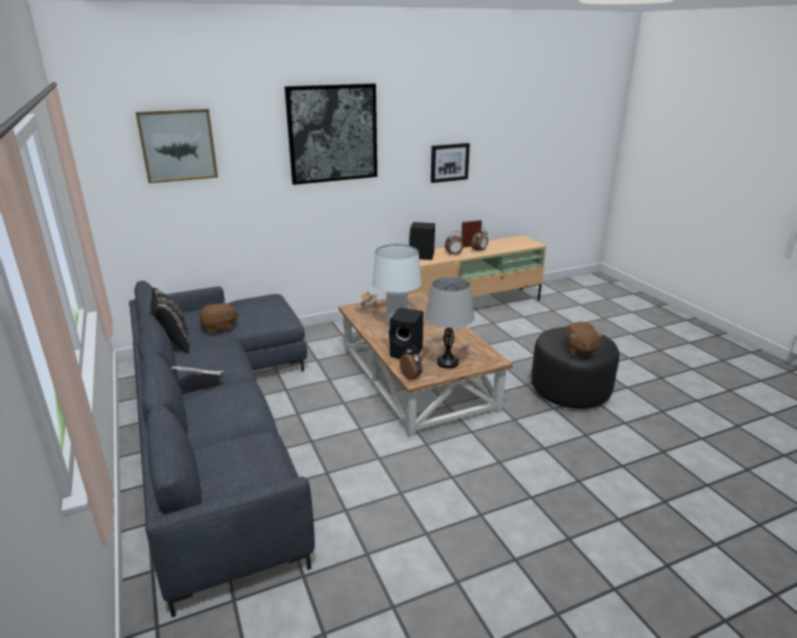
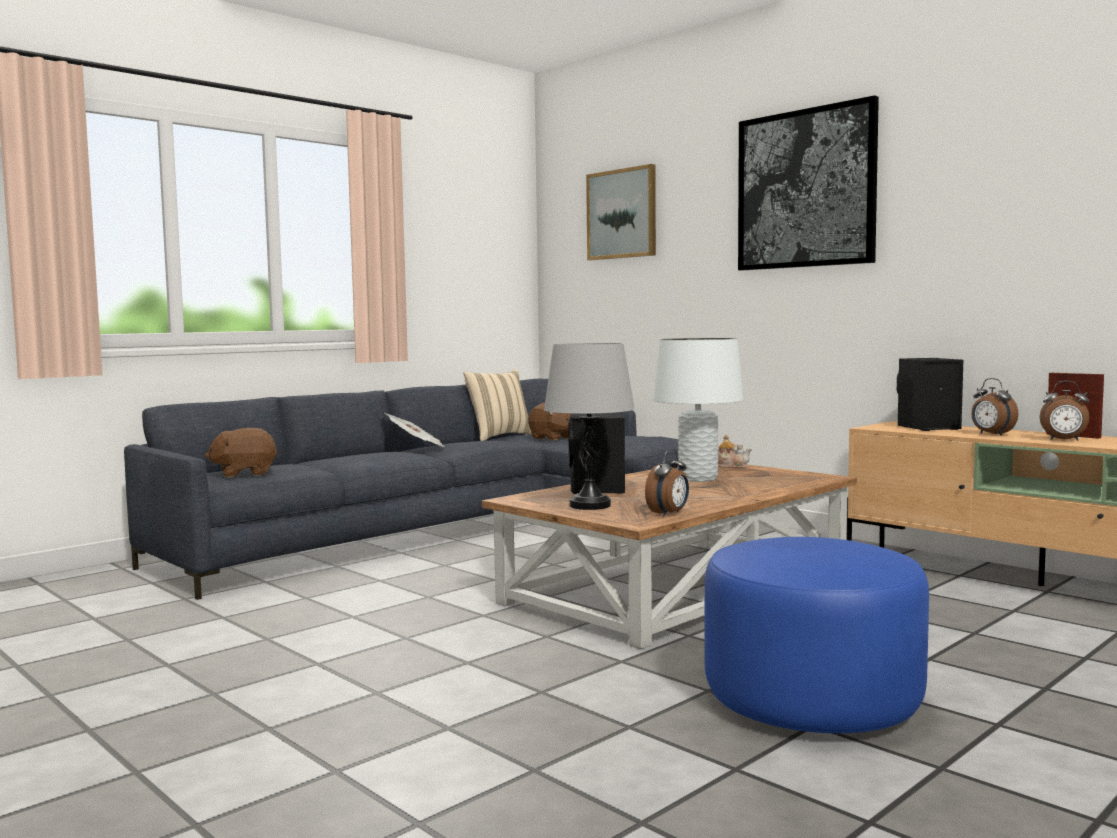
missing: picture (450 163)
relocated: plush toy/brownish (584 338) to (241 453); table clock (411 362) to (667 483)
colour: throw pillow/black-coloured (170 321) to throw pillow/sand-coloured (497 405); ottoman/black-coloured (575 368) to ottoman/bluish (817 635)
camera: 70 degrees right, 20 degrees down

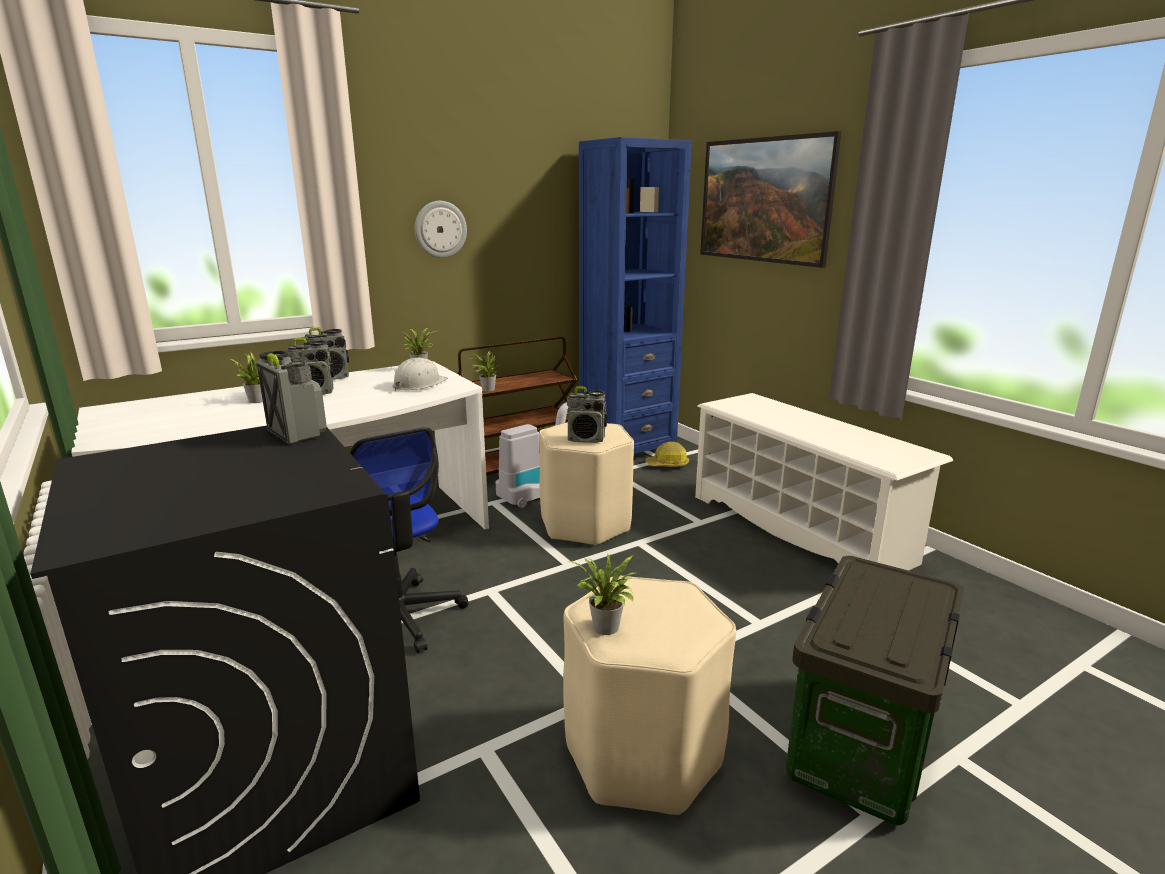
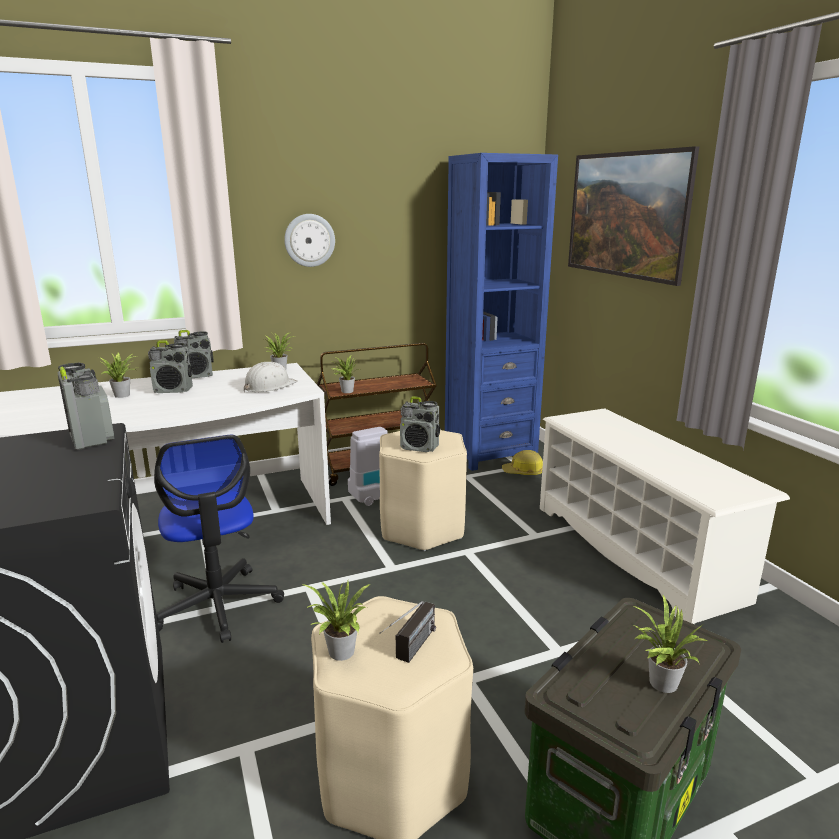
appeared: radio set (407 632); houseplant (670 644)
camera: 10 degrees right, 0 degrees up

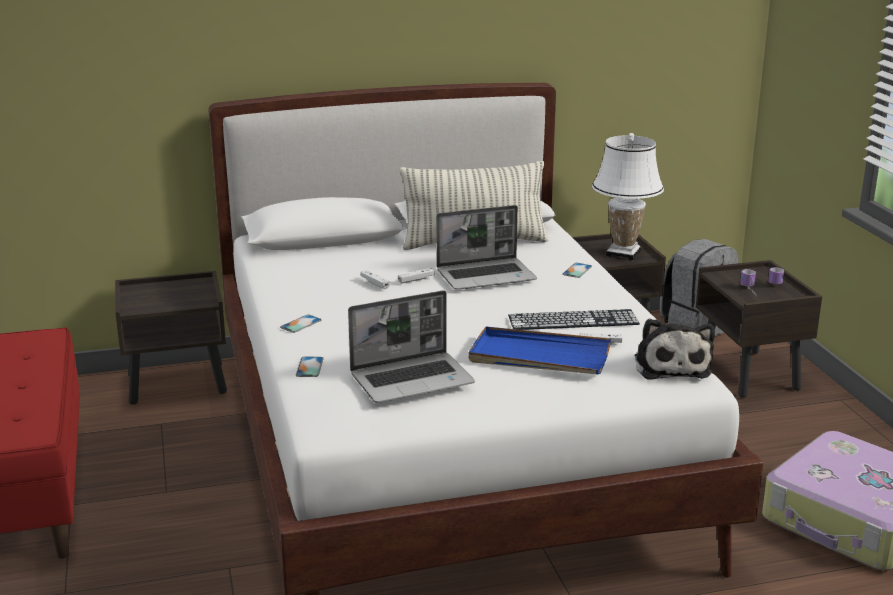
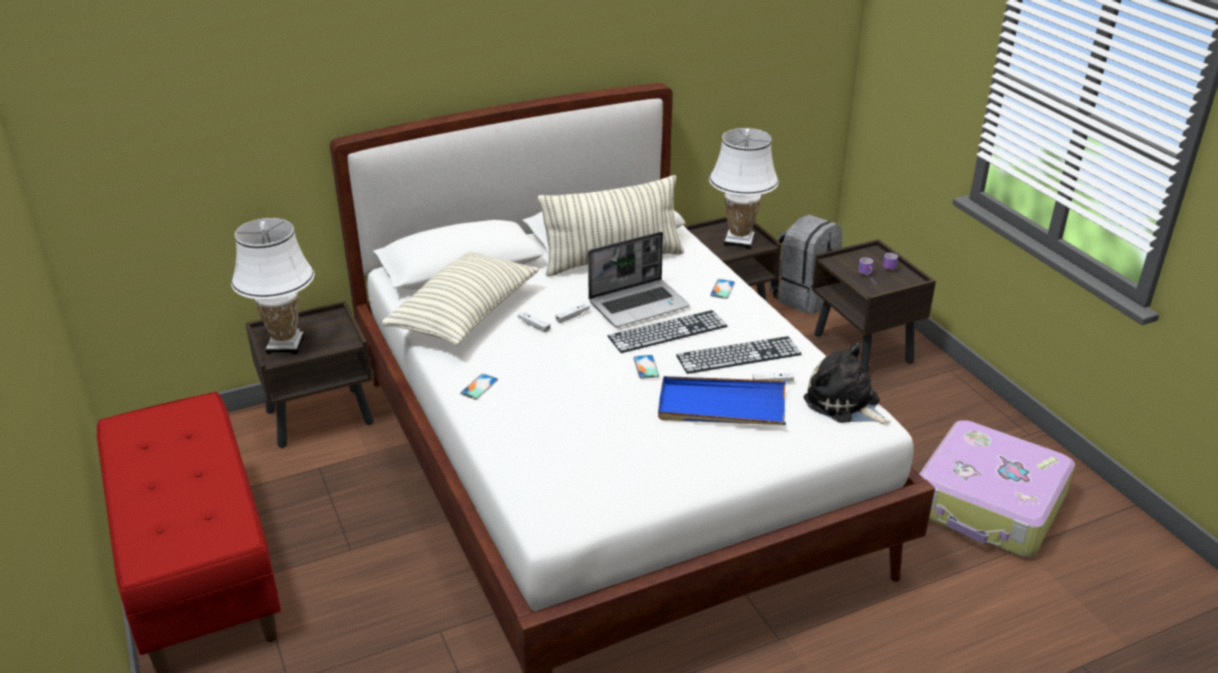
missing: laptop (411 346)
appeared: table lamp/white (273 286); throw pillow (460 298); keyboard (668 331)
relocated: telephone (310 366) to (646 367)
spun: plush toy (675 349) = (847 383) 150 degrees clockwise
camera: 10 degrees left, 10 degrees up

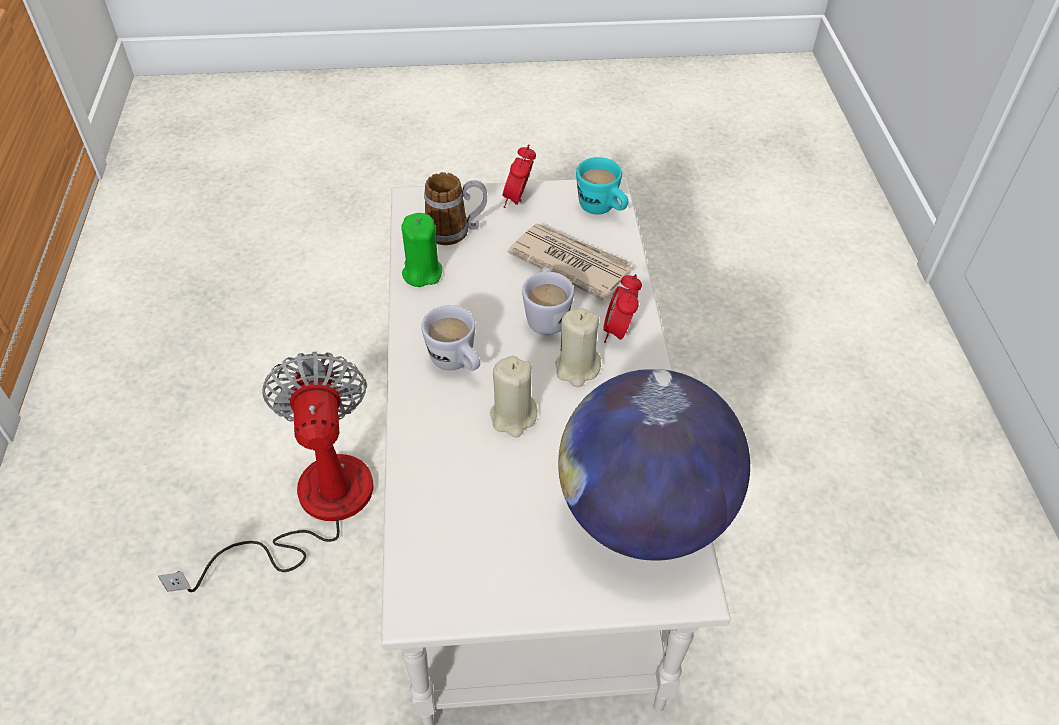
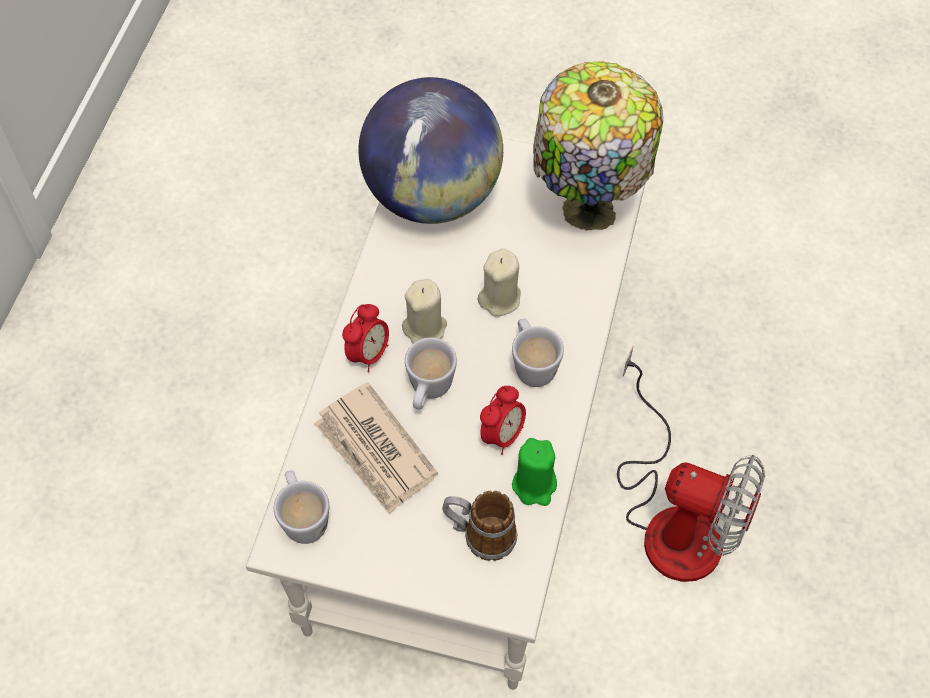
appeared: table lamp (598 146)
relocated: table clock (519 176) to (503 420)
colour: mug/turquoise-coloured (602 185) to mug/white (301 507)
spun: electric fan (265 472) = (691 464) 75 degrees counterclockwise
camera: 160 degrees left, 10 degrees up

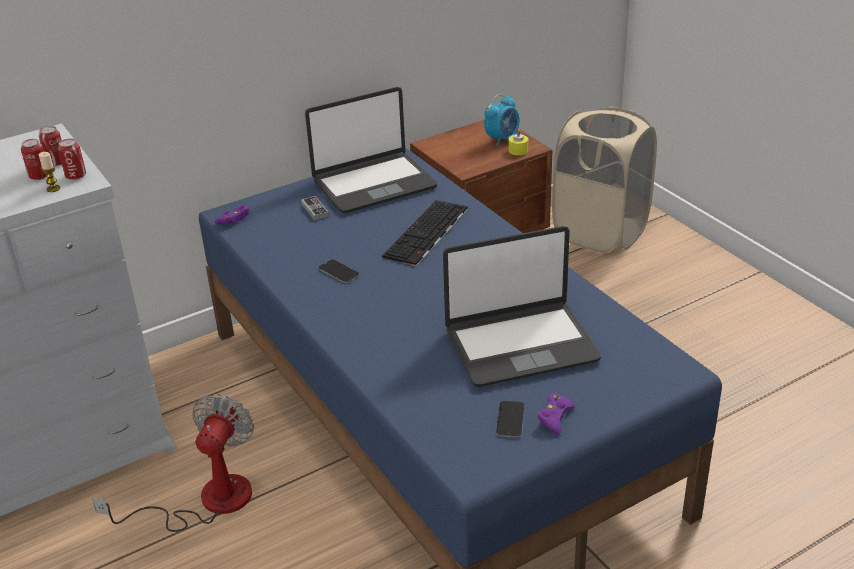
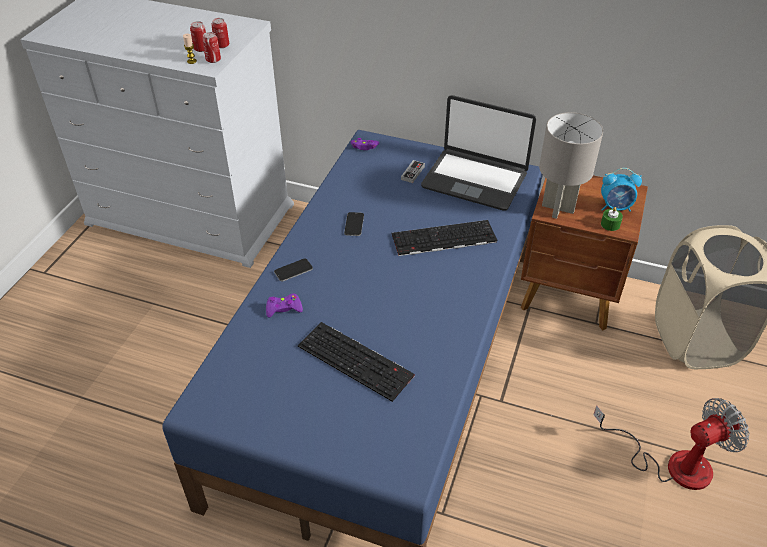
appeared: table lamp/gray (571 165)
relocated: gamepad/purple-coloured (556 413) to (284 305); telephone (510 419) to (293 270); electric fan (173 463) to (671 444)
exchanged: laptop (522 306) to keyboard (356 362)
colour: candle/yellowish (518 142) to candle/greenish (612 219)
camera: 50 degrees right, 10 degrees up

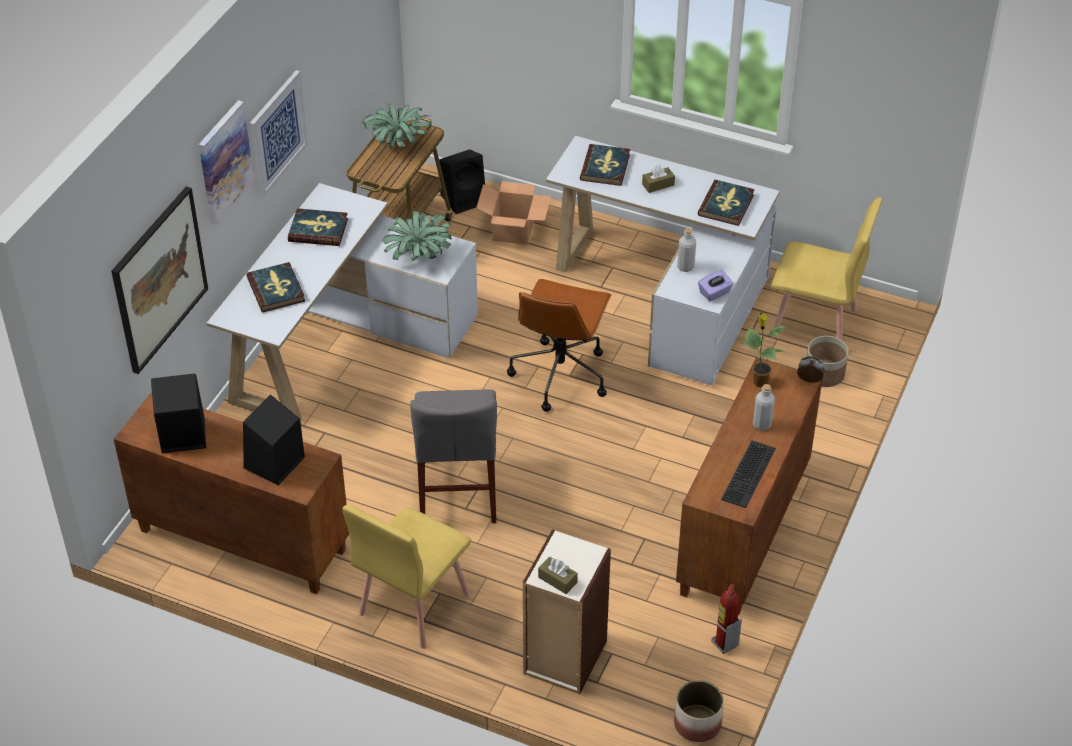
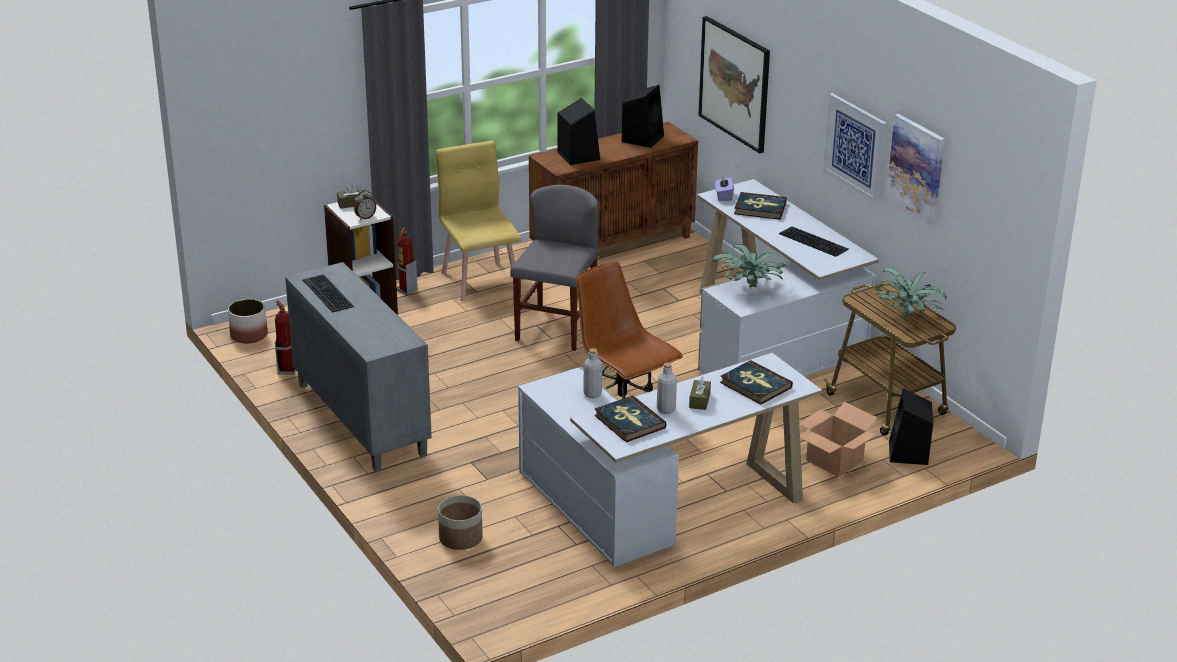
missing: houseplant (765 350); chair/yellowish (826 268)
appeared: fire-fighting cylinder (407 261)
relocated: table clock (811 369) to (365 205); drink bottle/gray (764 407) to (667 388); tissue box/purple-coloured (715 285) to (724 188); picture (226 162) to (915 169)
exchanged: bound book (318 227) to keyboard (814 241)
colour: storage cabinet/brownish (749 486) to storage cabinet/gray (358 367)
spun: chair/gray (453 456) = (554 268) 75 degrees clockwise
camera: 125 degrees right, 15 degrees down

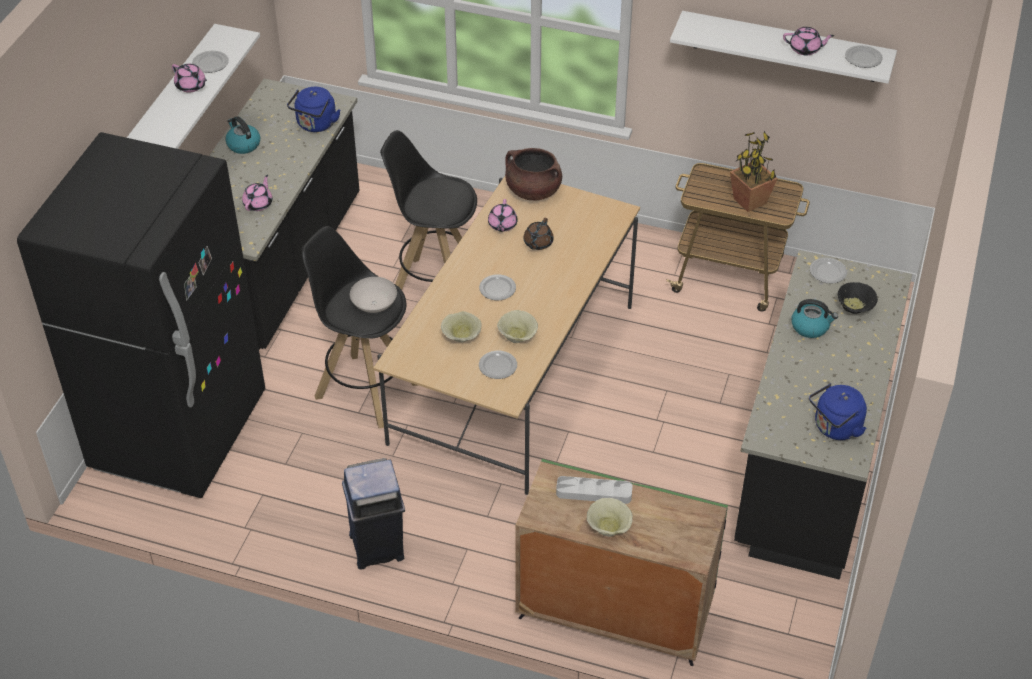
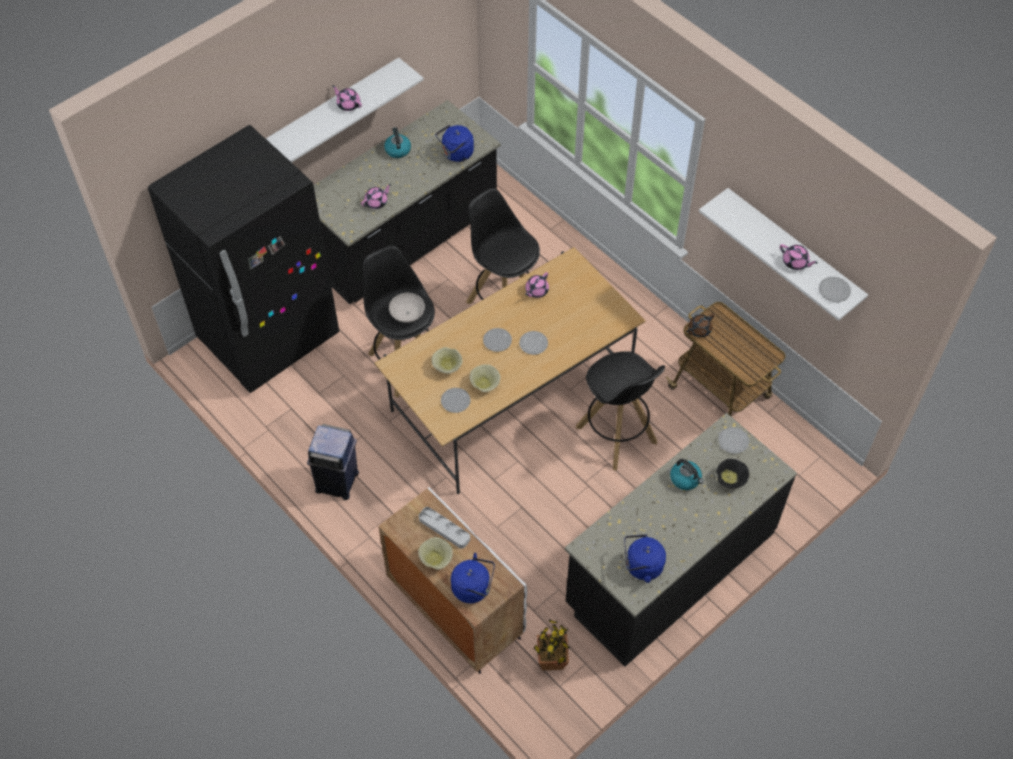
missing: stockpot/brownish (533 174)
appeared: kettle/bluish (473 578); sitting stool/black-coloured (620 411)
relocated: plate (210 62) to (533 343); houseplant (754 171) to (552 644); pot for tea/brownish (538 234) to (700 325)
colour: storage cabinet/greenish (621 562) to storage cabinet/white (452 580)
spun: pot for tea/pinkish (189 78) = (347 98) 150 degrees clockwise
camera: 30 degrees right, 10 degrees up

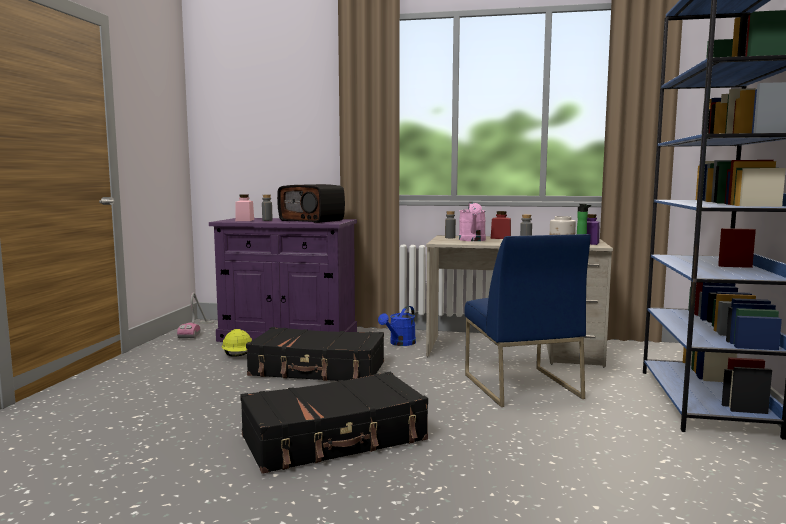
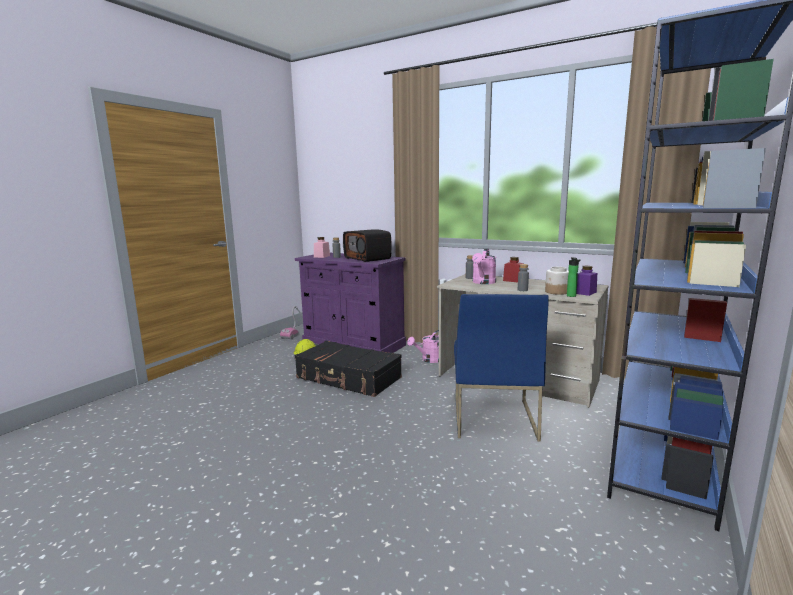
missing: suitcase/black-coloured (334 423)
colour: sprinkling can/bluish (397 326) to sprinkling can/pinkish (423 346)
camera: 20 degrees right, 5 degrees up

